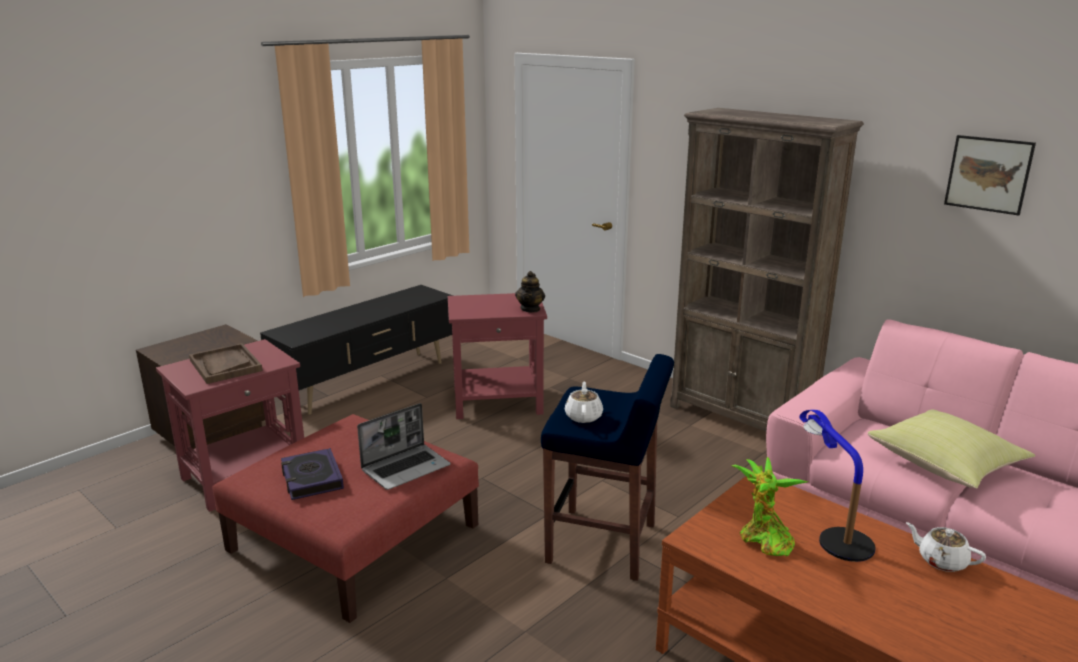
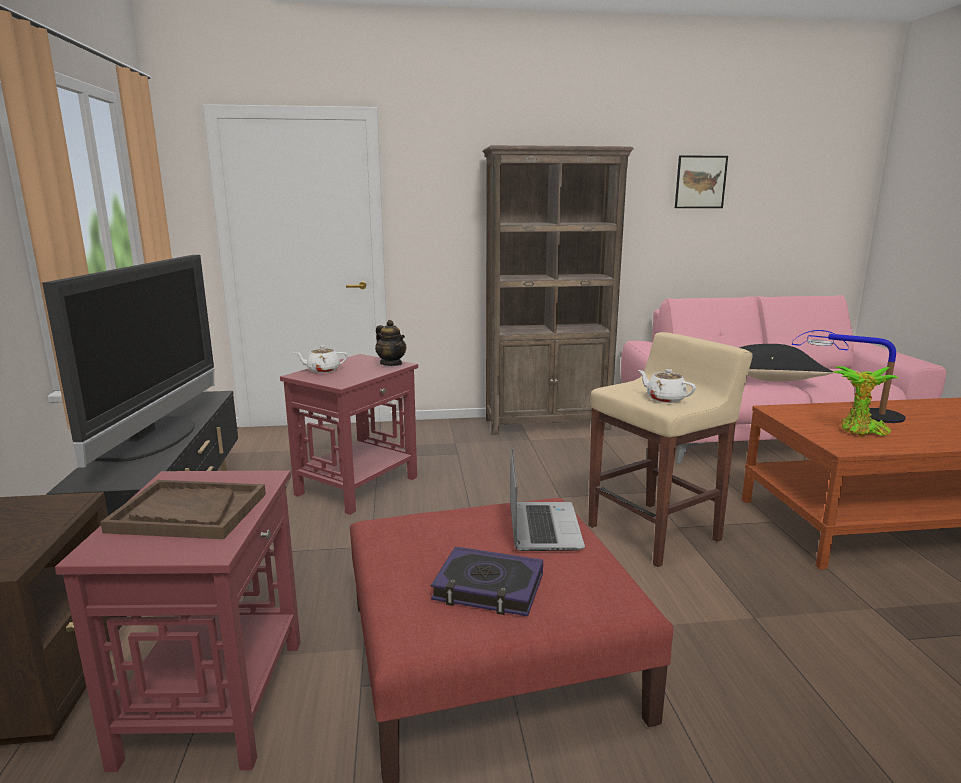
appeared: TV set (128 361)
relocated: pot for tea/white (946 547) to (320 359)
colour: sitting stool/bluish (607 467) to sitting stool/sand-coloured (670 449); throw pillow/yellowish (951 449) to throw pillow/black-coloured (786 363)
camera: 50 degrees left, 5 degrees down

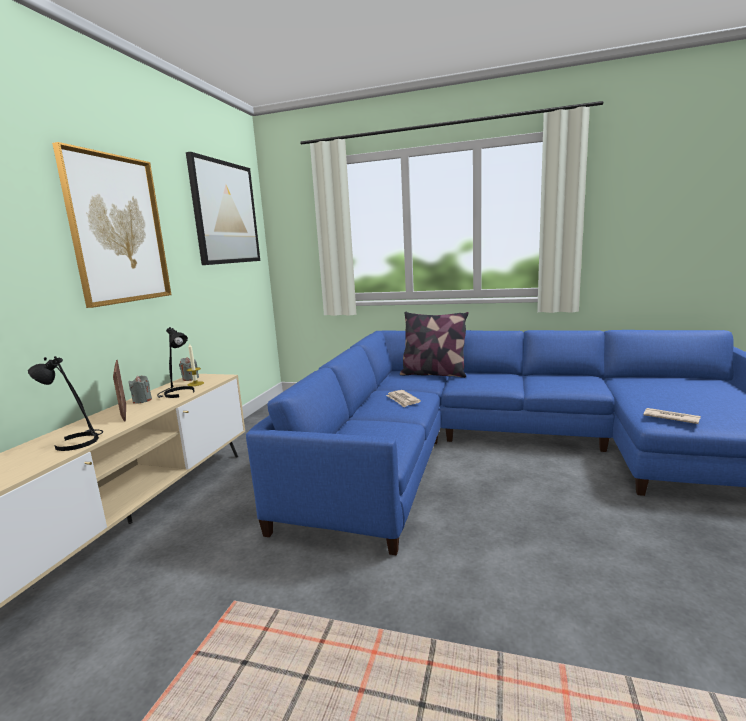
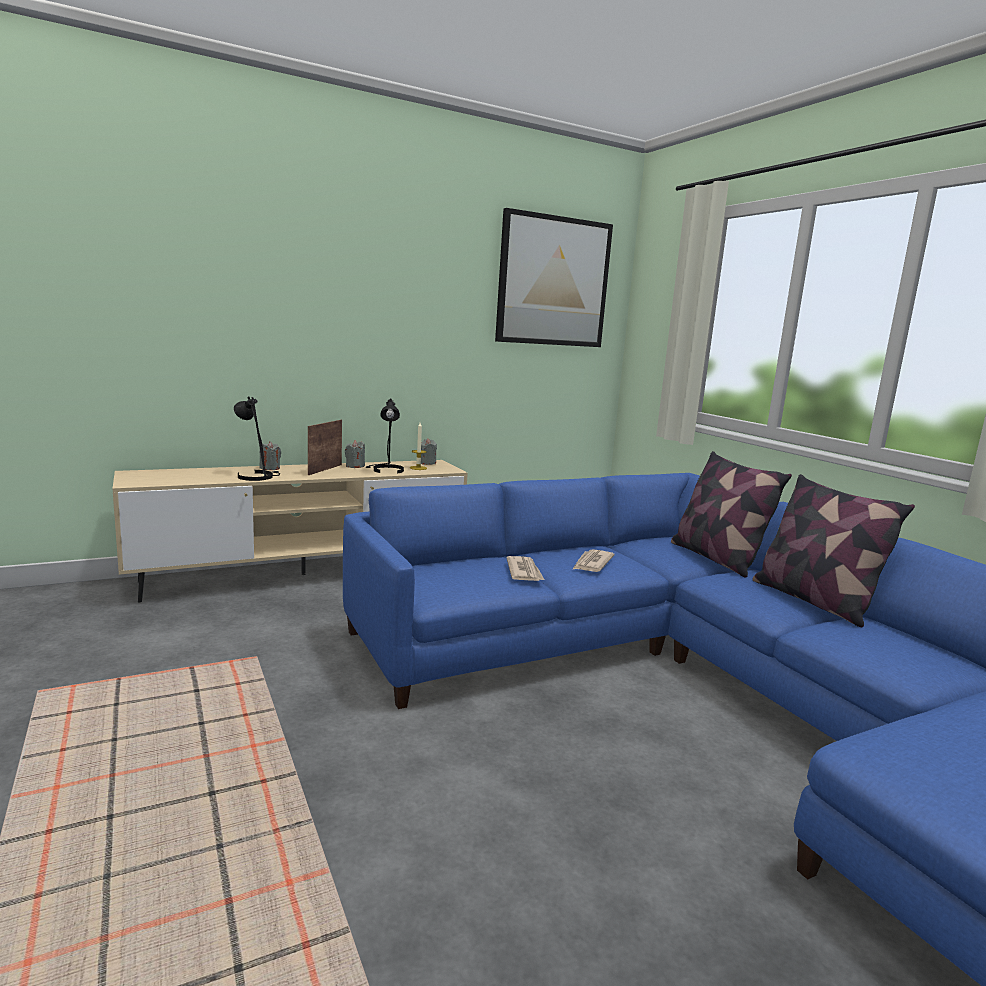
missing: picture (111 225)
appeared: candle/gray (270 455); throw pillow (833 550)
relocated: newspaper (672 416) to (525 568)
camera: 45 degrees right, 0 degrees up

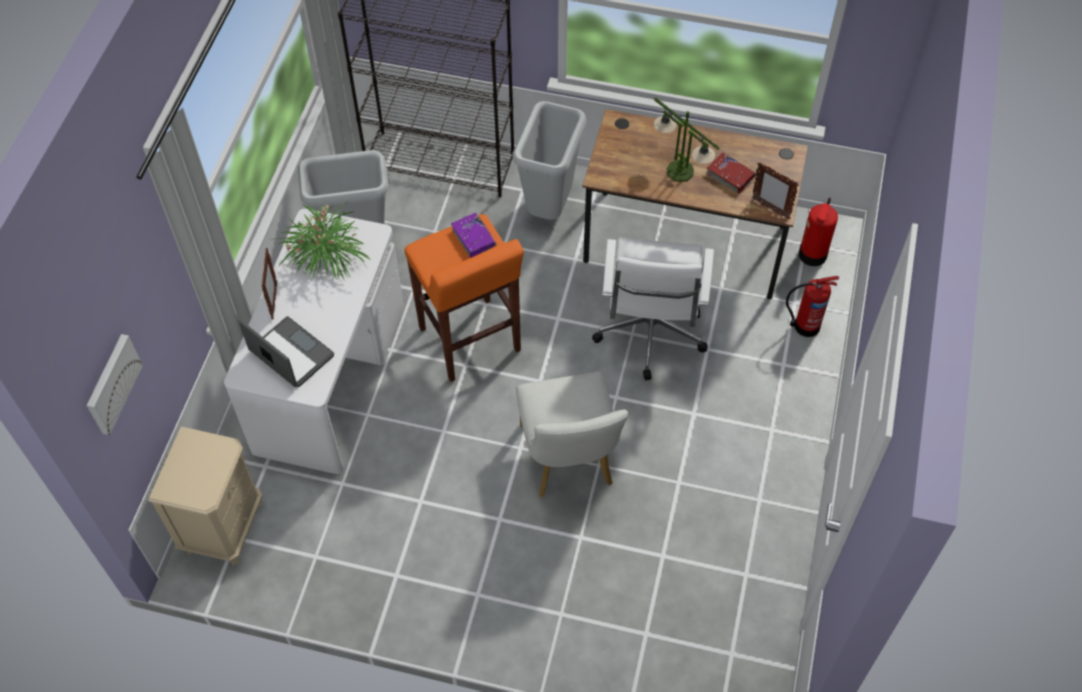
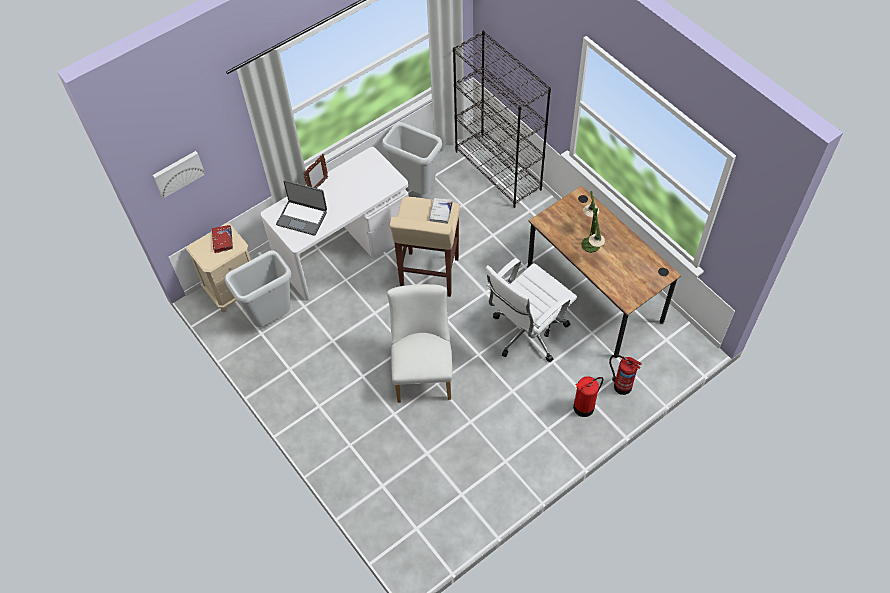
missing: houseplant (320 241); picture frame (775 190)
relocated: bound book/red (731 173) to (222 239); trash can/gray (549 160) to (258 288); fire-fighting cylinder (818 232) to (588 396)
colour: sitting stool/orange (464 298) to sitting stool/sand-coloured (425 247); bound book/purple-coloured (473 235) to bound book/white (441 211)
spun: laptop (286 351) = (301 208) 120 degrees clockwise; chair/white (572 434) = (420 343) 150 degrees clockwise
camera: 40 degrees right, 0 degrees up

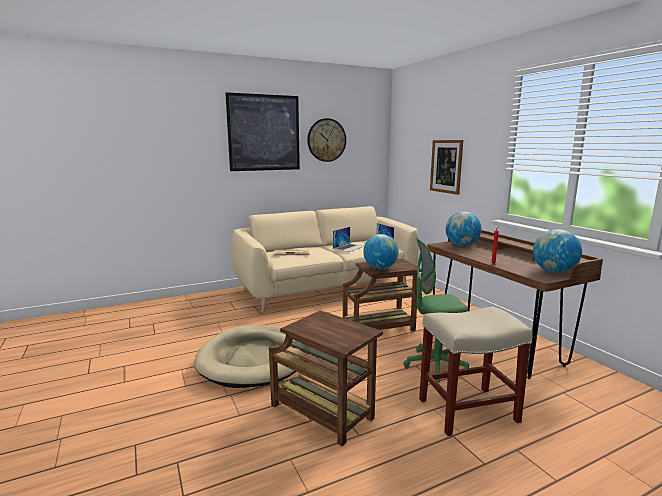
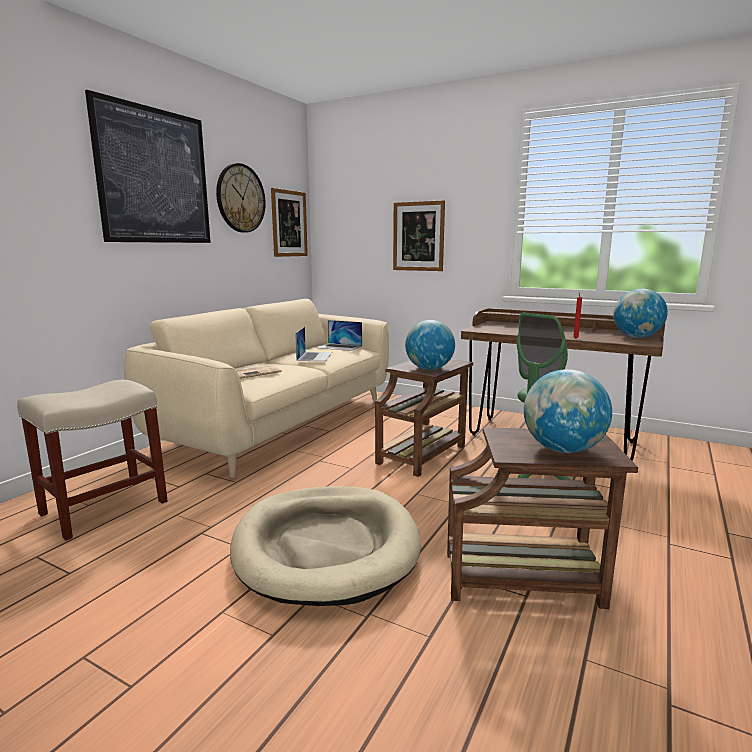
appeared: picture (289 222)
relocated: sitting stool/sand-coloured (476 371) to (92 459); globe (463 229) to (568 411)
camera: 35 degrees left, 0 degrees up

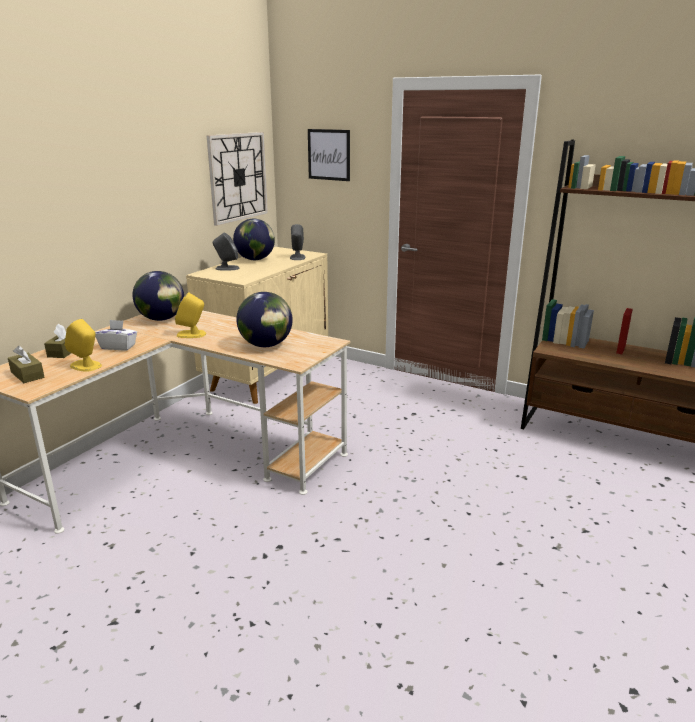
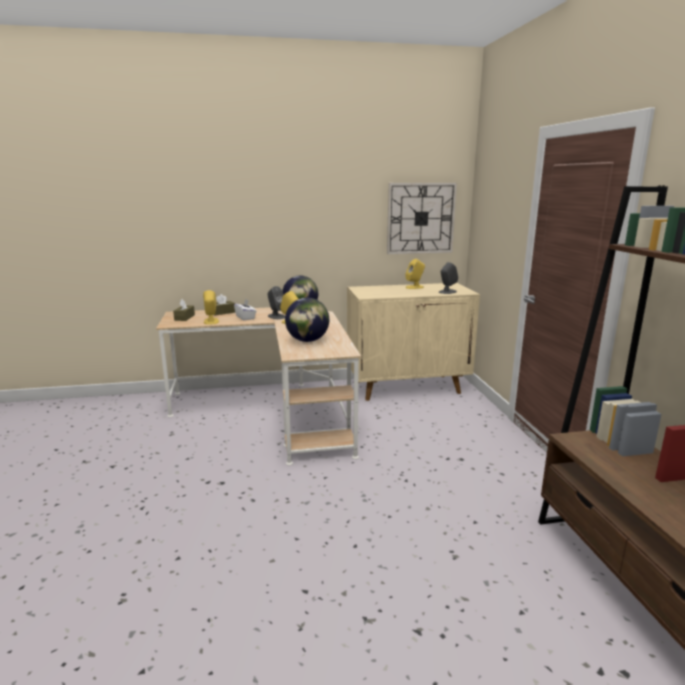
missing: picture (329 155)
relocated: loudspeaker/gray (226 252) to (276 302)
exchanged: globe (254 239) to loudspeaker/yellowish (415 274)
camera: 50 degrees right, 5 degrees down

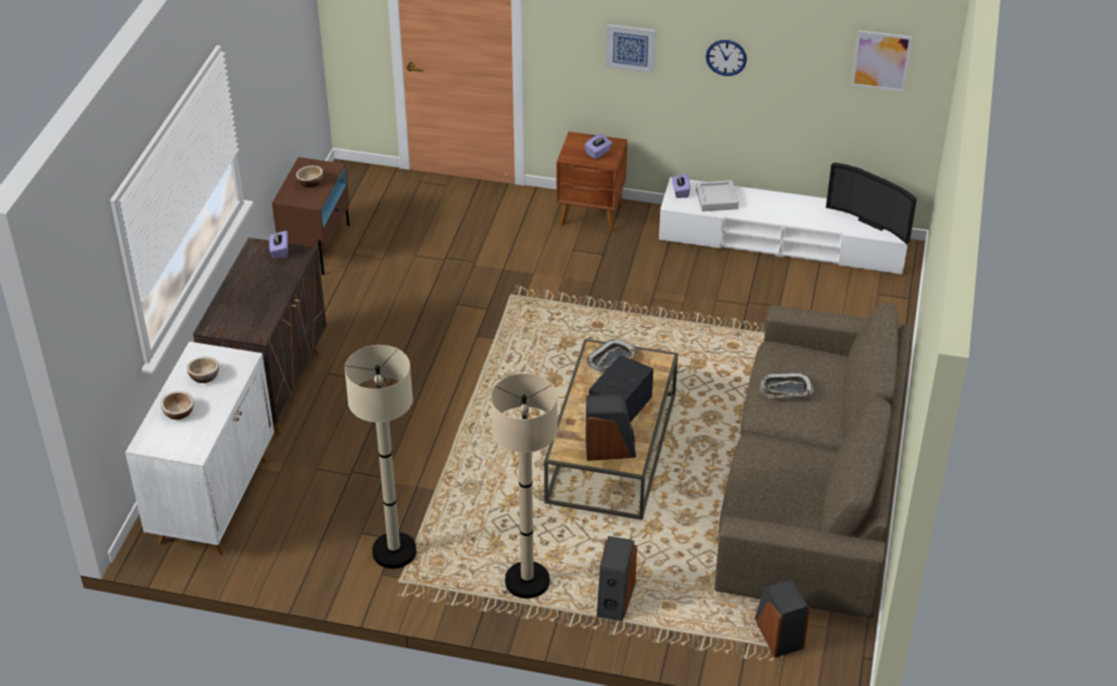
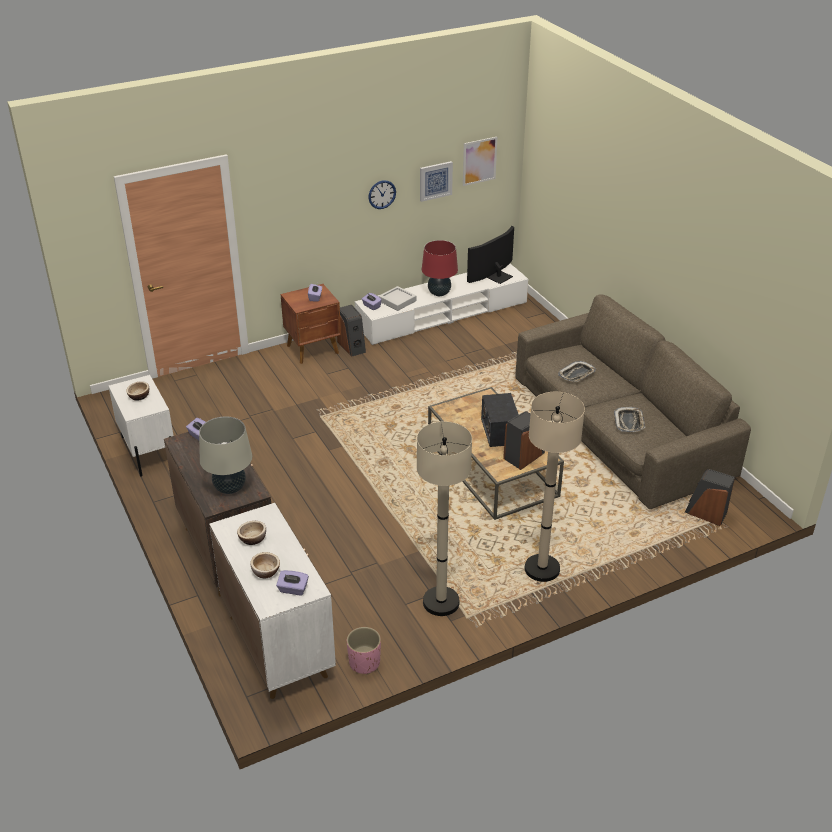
appeared: table lamp/sand-coloured (225 455); tissue box/purple-coloured (292 582); planter/pinkish (364 651); table lamp/red (440 268)
relocated: loudspeaker (617 578) to (351 331); picture (630 48) to (436 181); carrying tray (611 356) to (629 419)
colour: night table/brownish (311 216) to night table/white (140 426)
spun: TV set (871 203) = (490 255) 135 degrees clockwise
camera: 40 degrees left, 5 degrees down

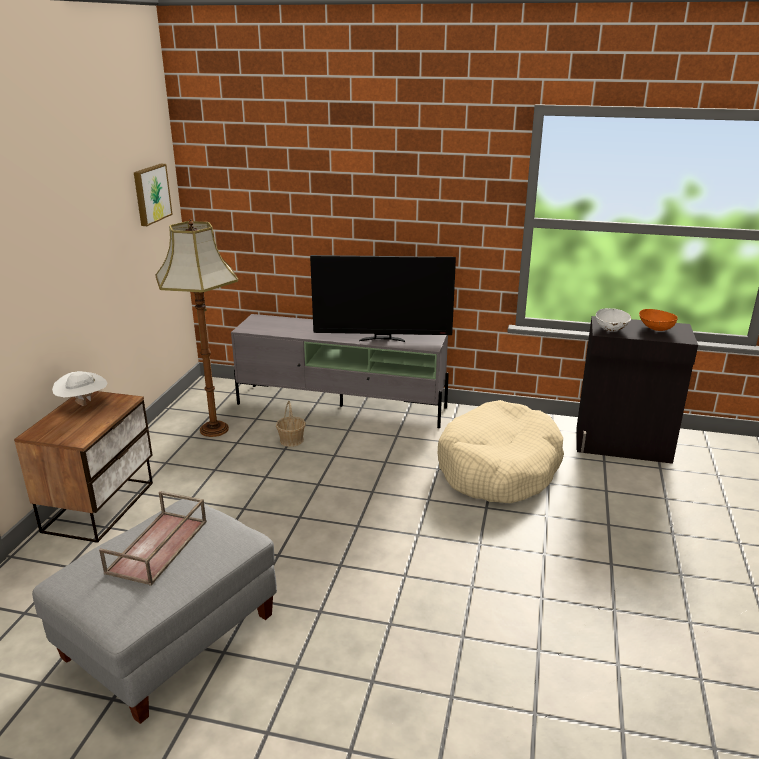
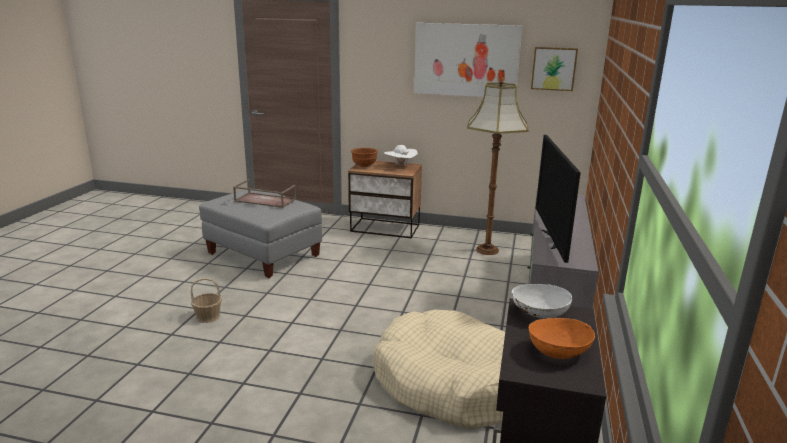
appeared: bowl/brownish (364 157); picture (468 60)
relocated: household basket (291 424) to (206 300)
camera: 90 degrees right, 5 degrees down

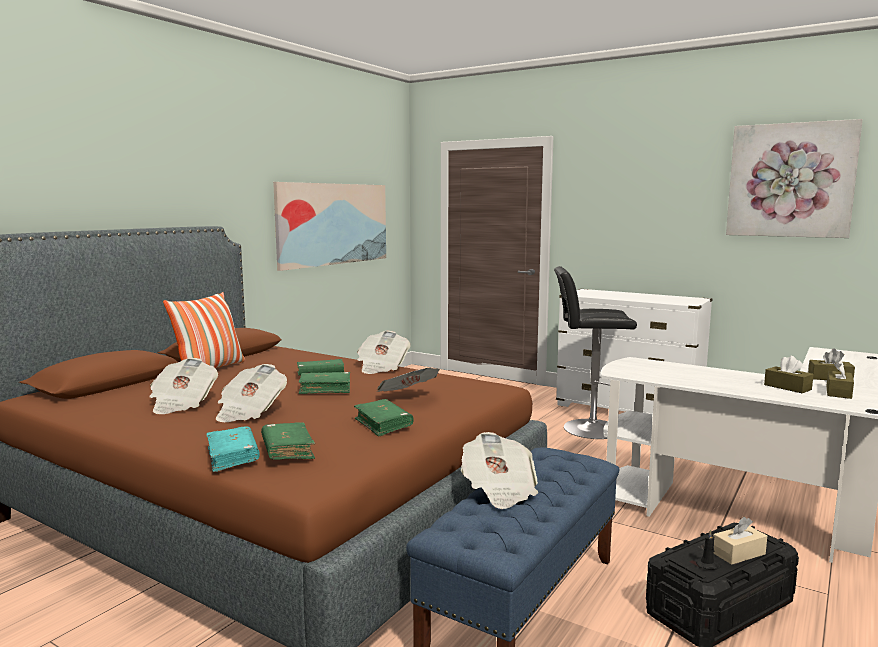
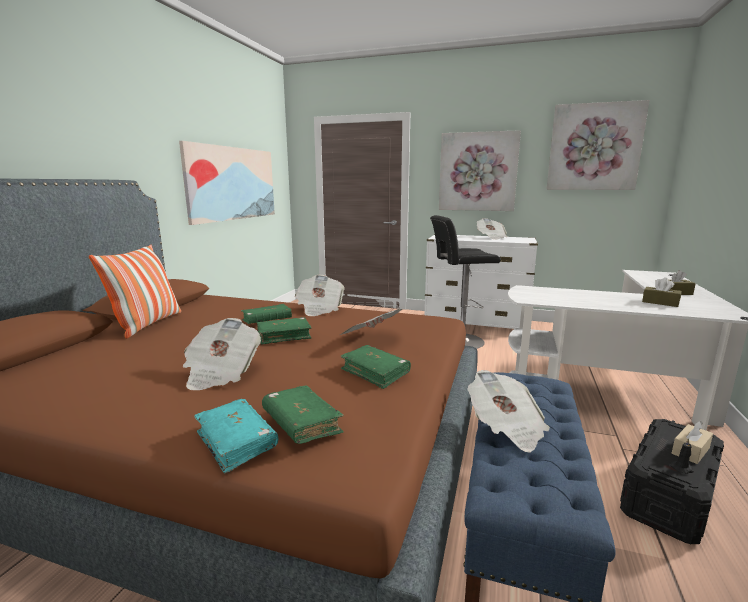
missing: tissue box/brownish (840 379)
appeared: picture (480 170)
relocated: newspaper (183 386) to (492 229)
camera: 15 degrees left, 5 degrees up

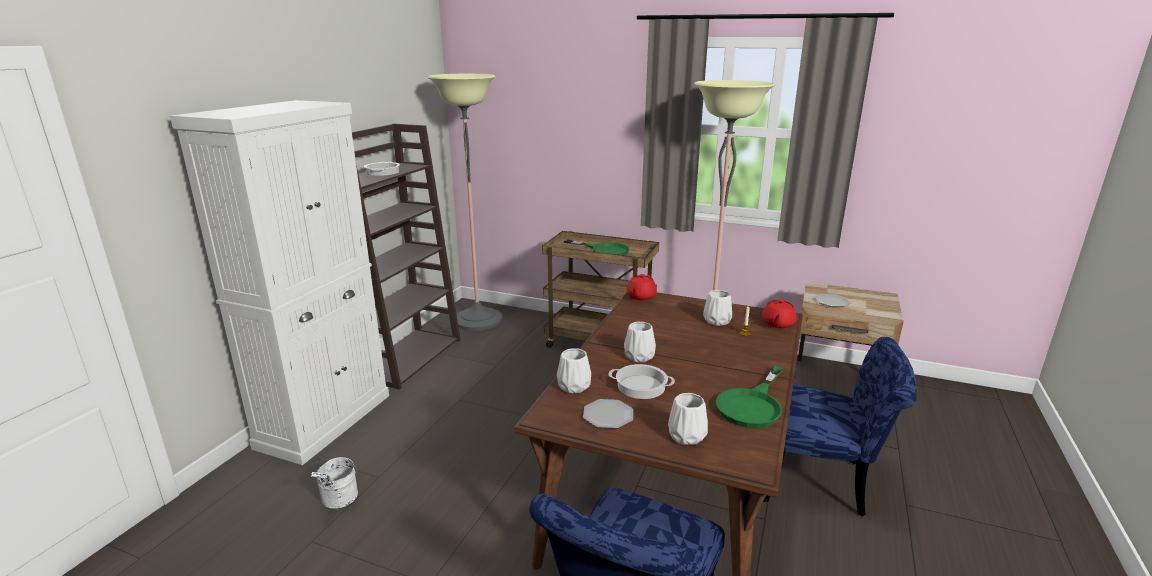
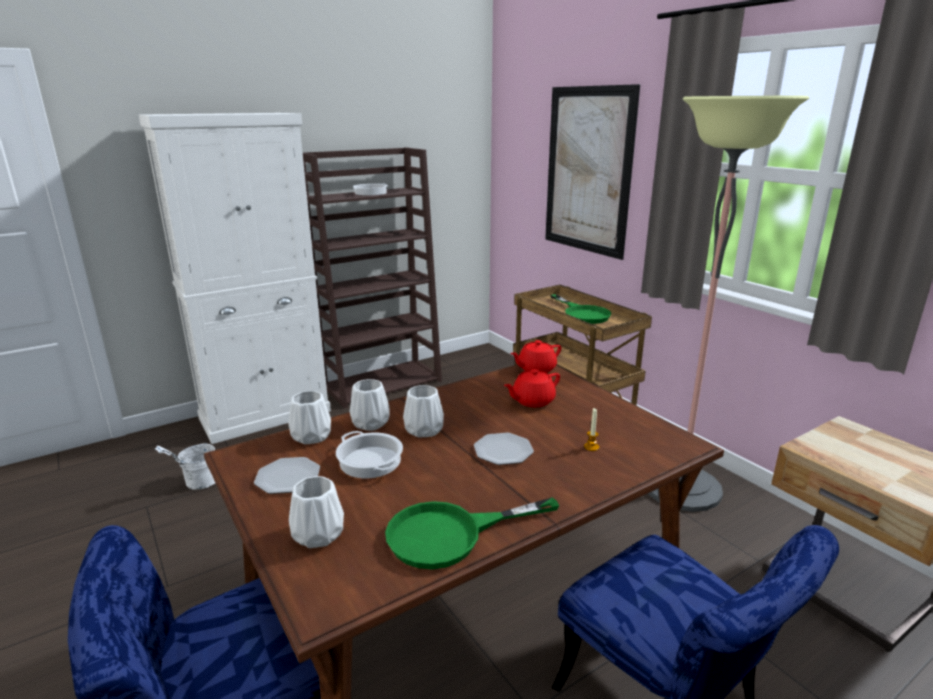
missing: standing lamp (465 202)
appeared: picture (592 172)
relocated: flower vase/white (717 308) to (370 405); plate (832 300) to (504 449); pot for tea/red (779 313) to (532 388)
camera: 35 degrees right, 0 degrees up

